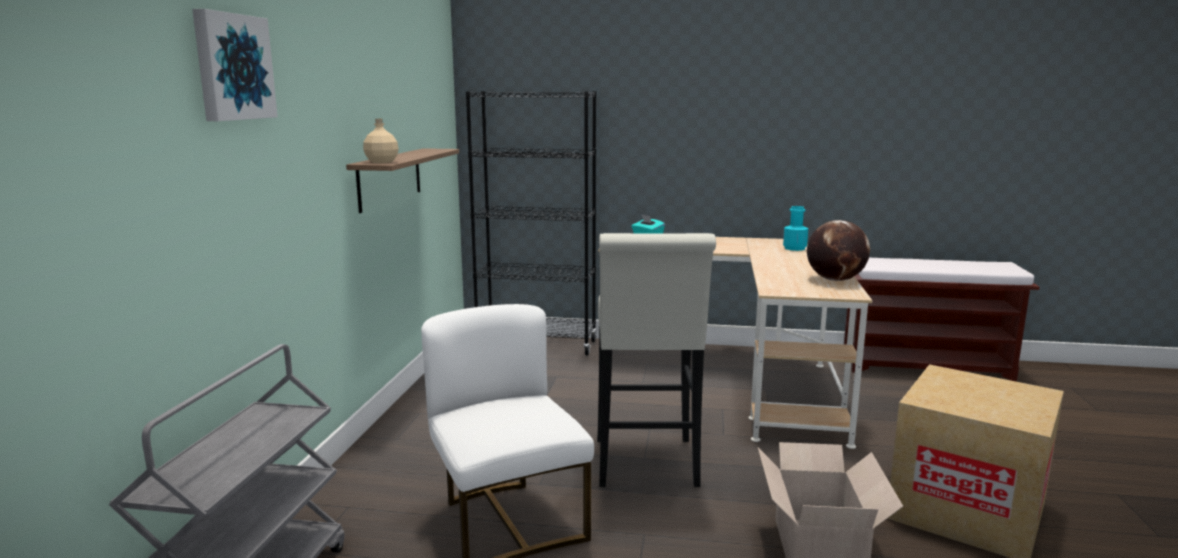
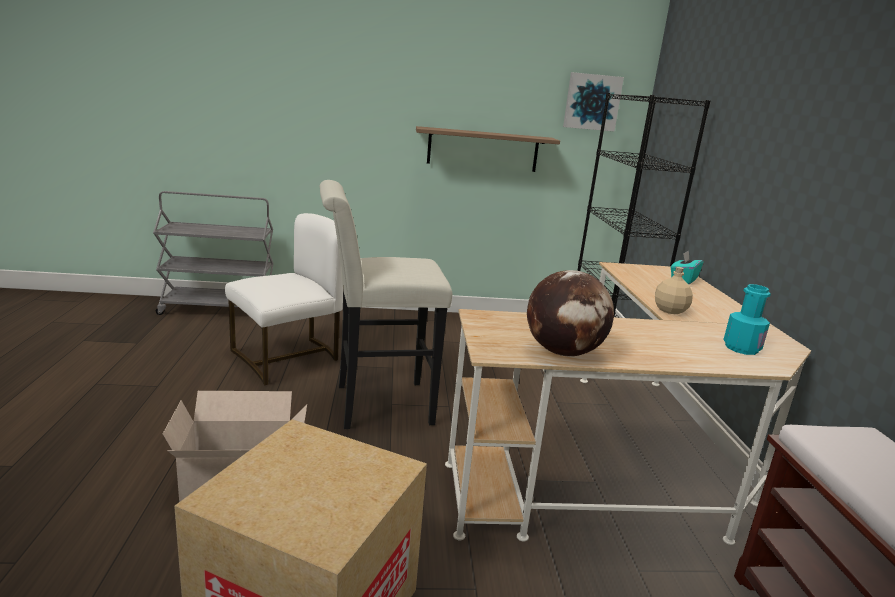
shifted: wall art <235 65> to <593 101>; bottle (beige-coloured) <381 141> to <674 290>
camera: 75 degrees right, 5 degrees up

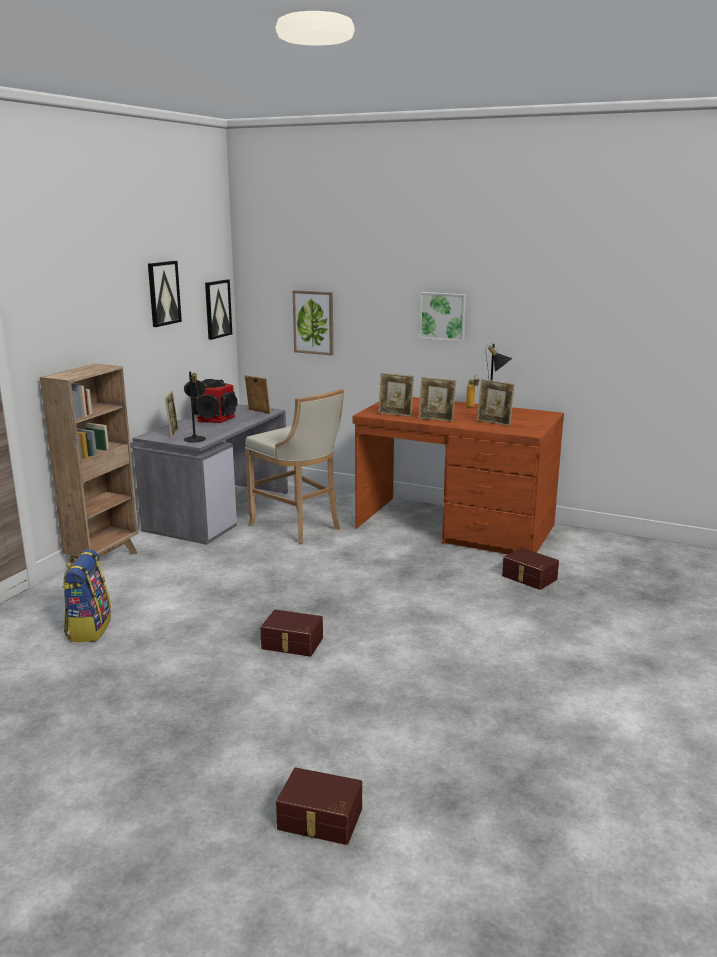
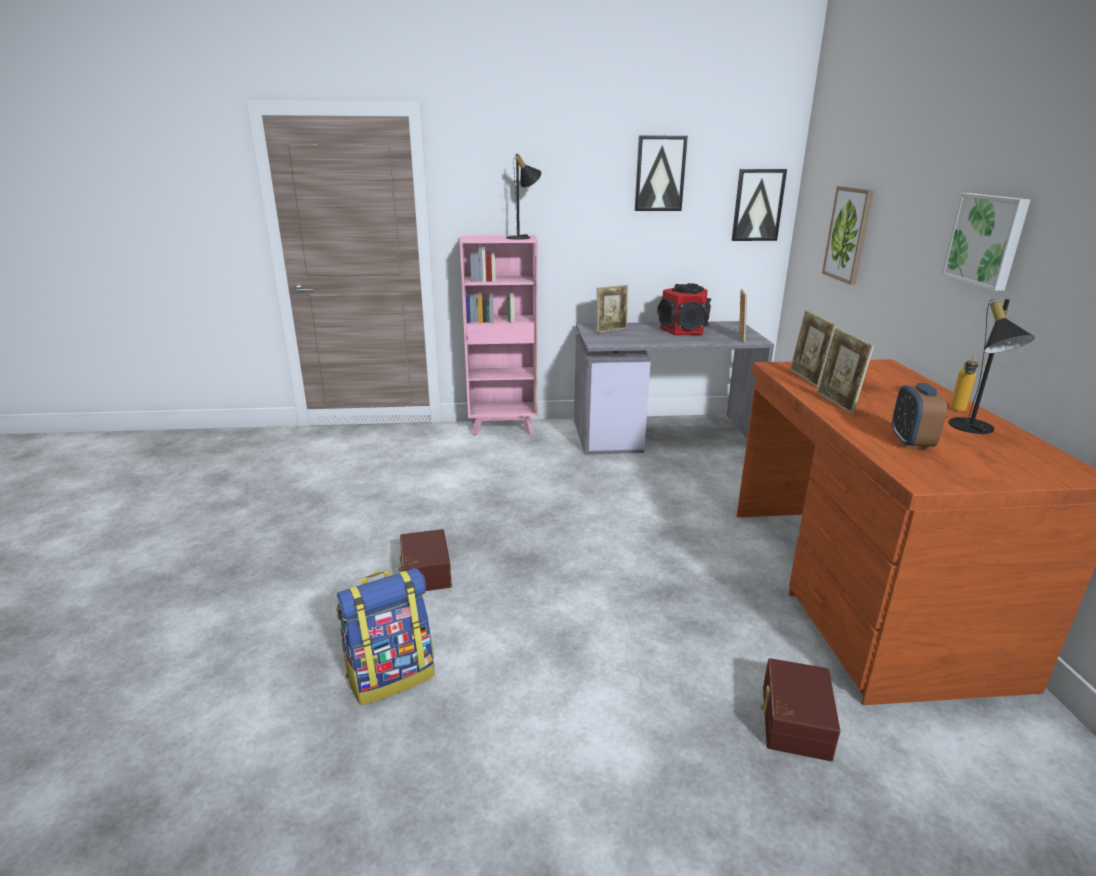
gone: stool (beige-coloured) <294 466>; storage bin (brownish) <319 806>
shifted: backpack <86 595> to <386 636>; lamp for a table (black-coloured) <195 407> to <524 197>
swapped: photo frame <496 402> to alarm clock <919 416>
repainted: bookcase (brownish) <89 466> to bookcase (pink) <499 335>
camera: 60 degrees right, 5 degrees up

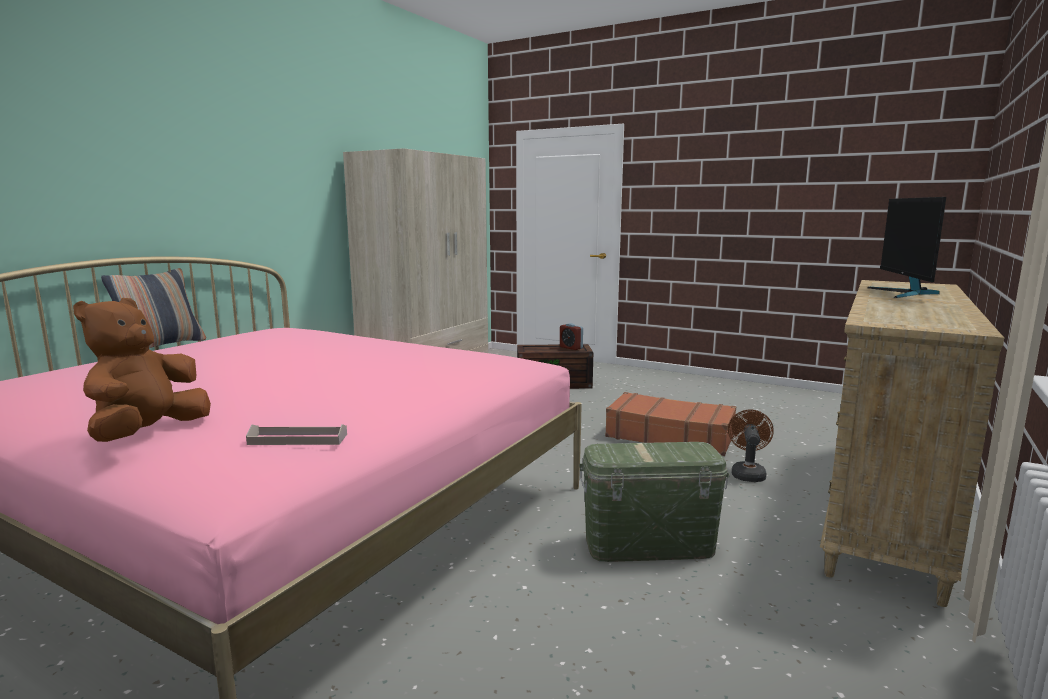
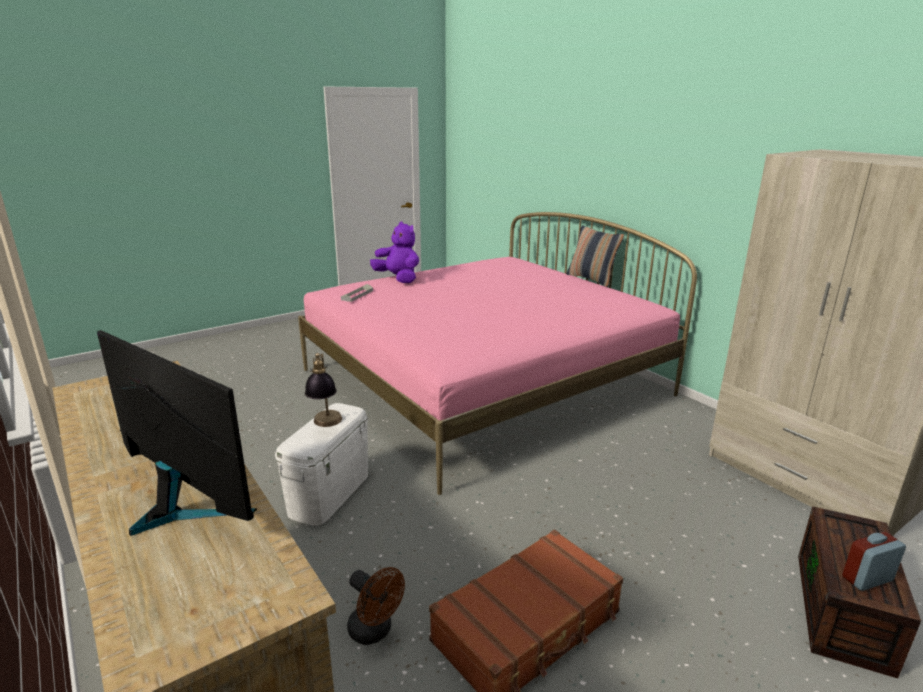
new: lamp for a table <323 390>
repainted: storage bin (green-coloured) <654 502> to storage bin (white) <321 464>; plush toy (brownish) <142 370> to plush toy (purple-coloured) <394 252>
camera: 115 degrees right, 10 degrees up

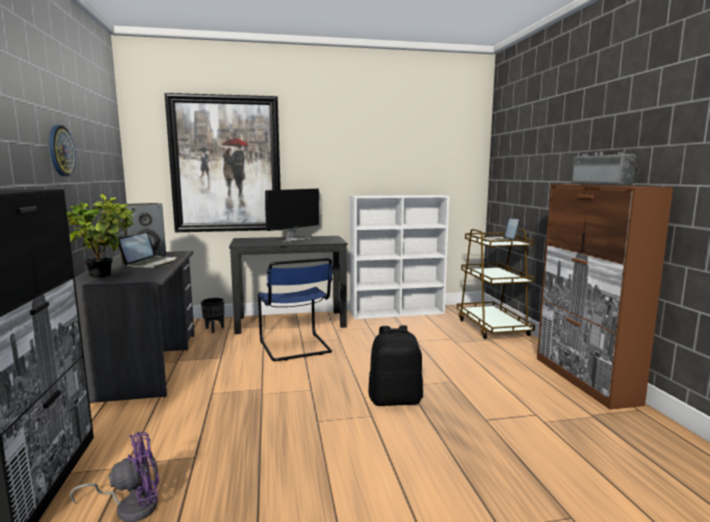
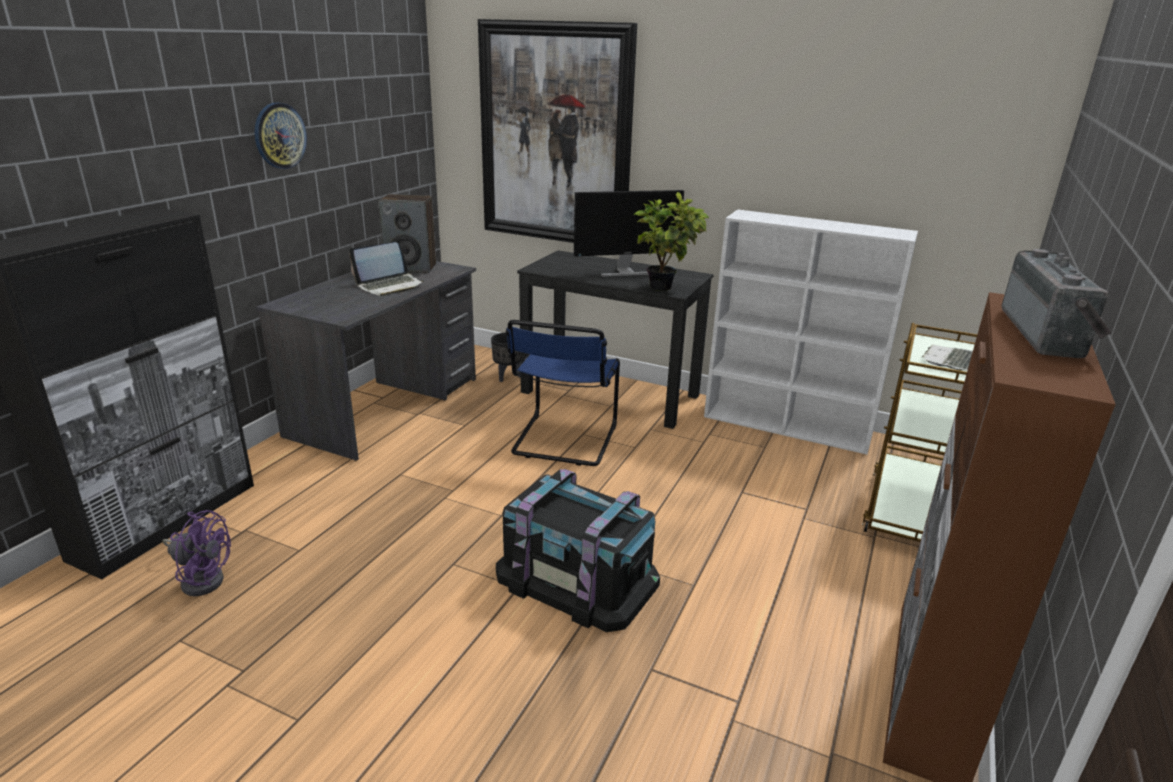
shifted: potted plant <100 236> to <671 241>
swapped: backpack (black-coloured) <395 365> to storage bin (black-coloured) <578 550>
camera: 35 degrees right, 15 degrees up

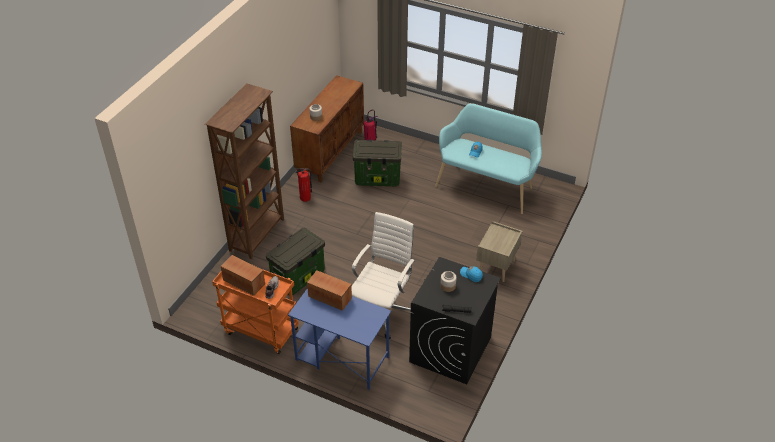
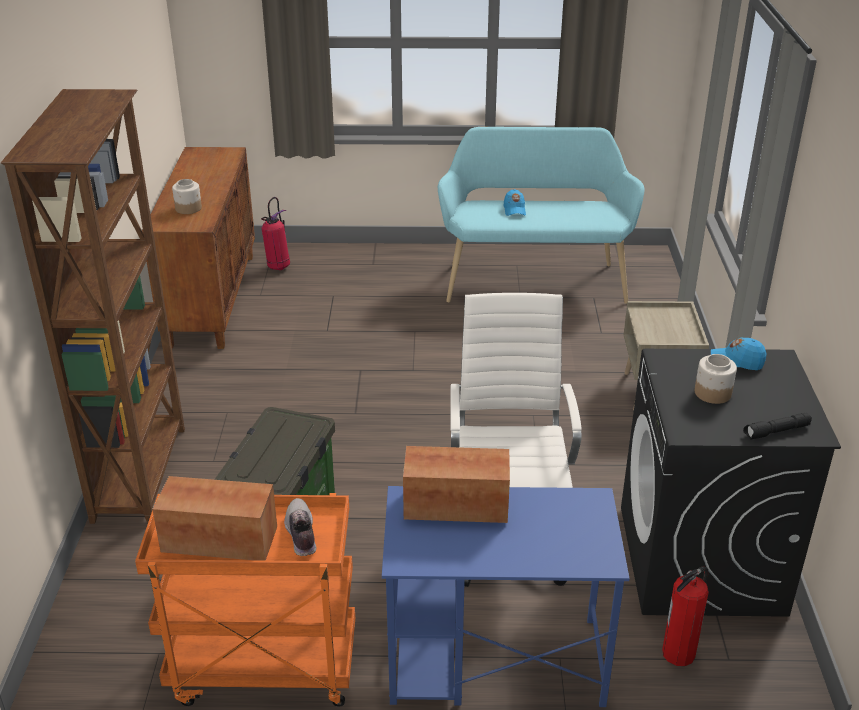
gone: storage bin <377 163>
shifted: extinguisher <304 185> to <685 616>
camera: 25 degrees left, 10 degrees down

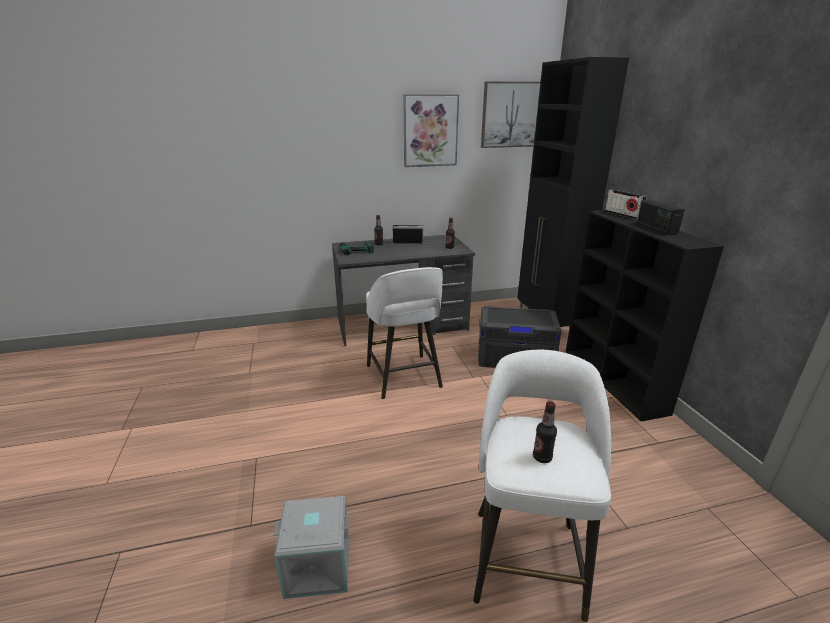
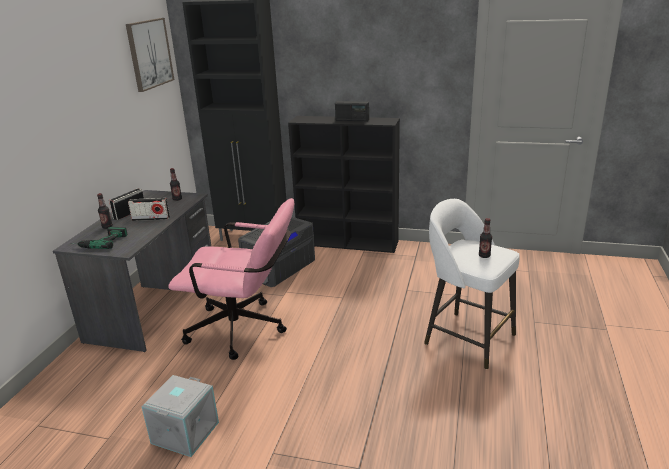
gone: wall art <431 130>
shifted: radio <626 205> to <149 209>; storage bin (greyish) <311 547> to <180 416>
swapped: stool (white) <404 333> to desk chair (pink) <231 279>
camera: 60 degrees left, 0 degrees up

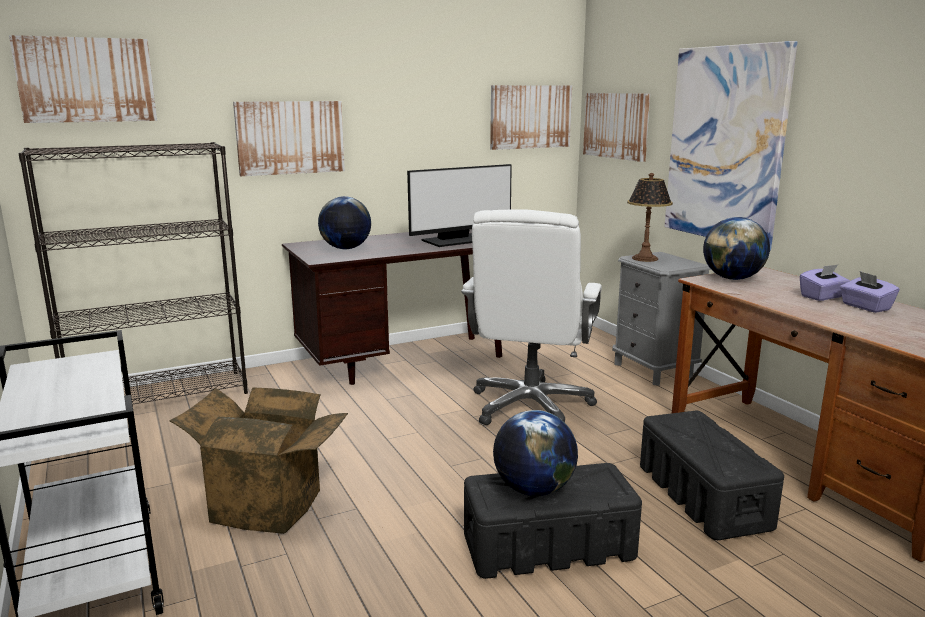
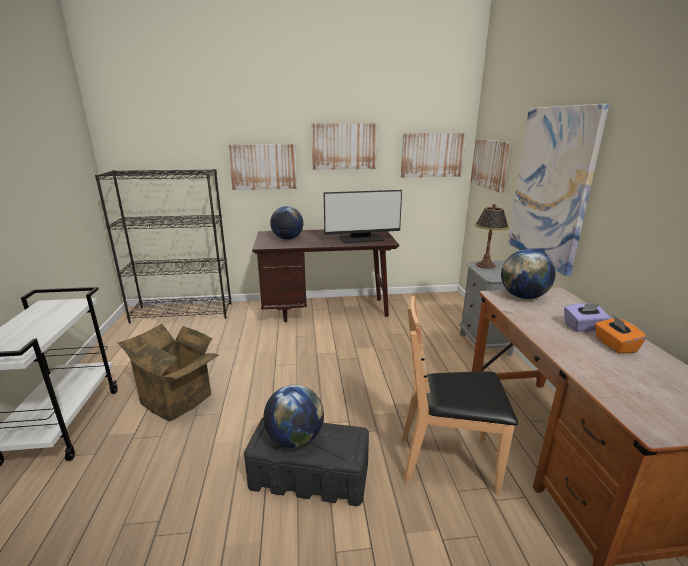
gone: desk chair (white) <531 317>
shifted: wall art <83 79> to <344 147>
swapped: storage bin (black-coloured) <712 475> to upright chair (brownish) <460 395>
repainted: box of tissues (purple-coloured) <870 292> to box of tissues (orangey) <621 334>
camera: 20 degrees right, 5 degrees up

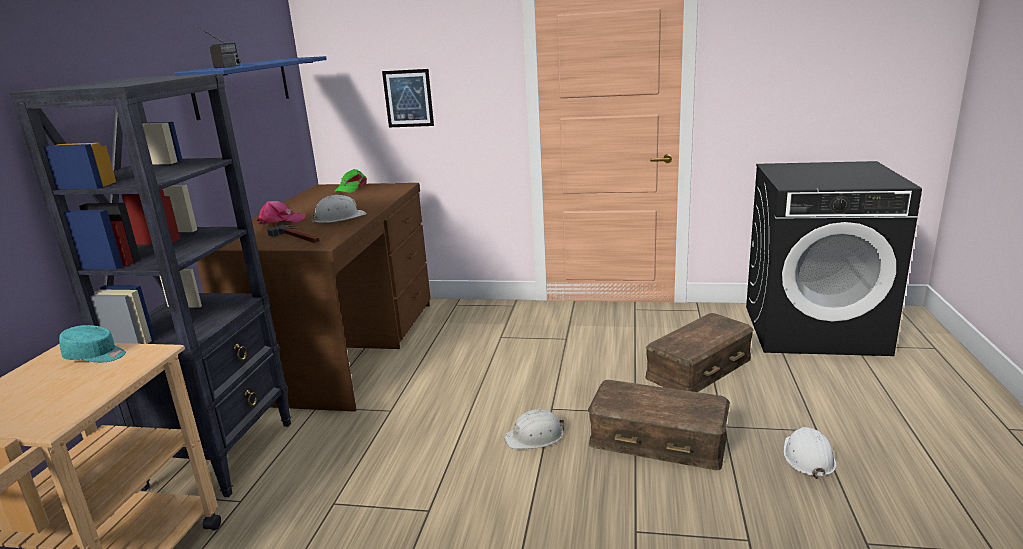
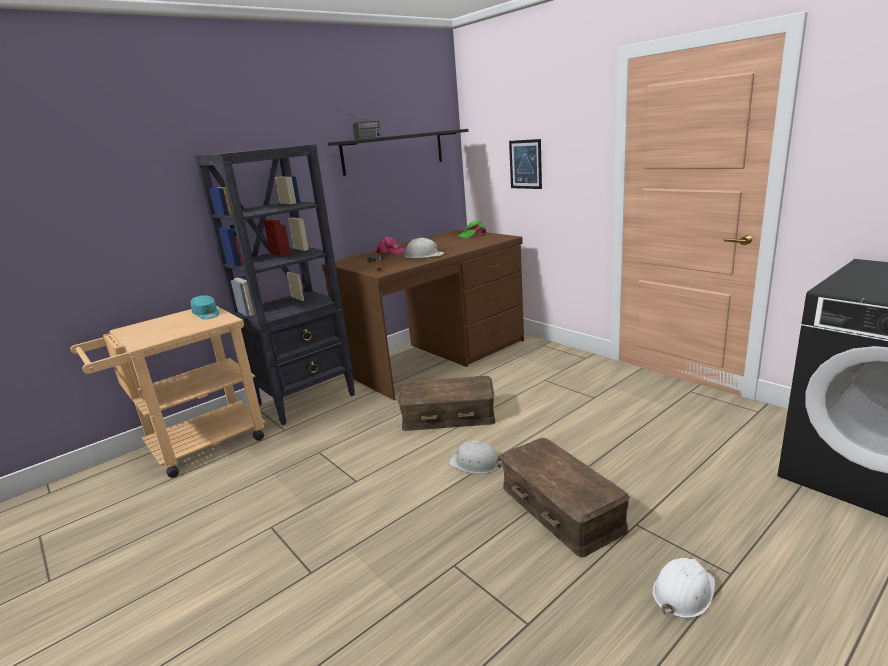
shifted: storage bin (brownish) <700 352> to <447 403>
repainted: bracket shelf (blue-coloured) <251 88> to bracket shelf (black-coloured) <398 152>
camera: 40 degrees right, 0 degrees up

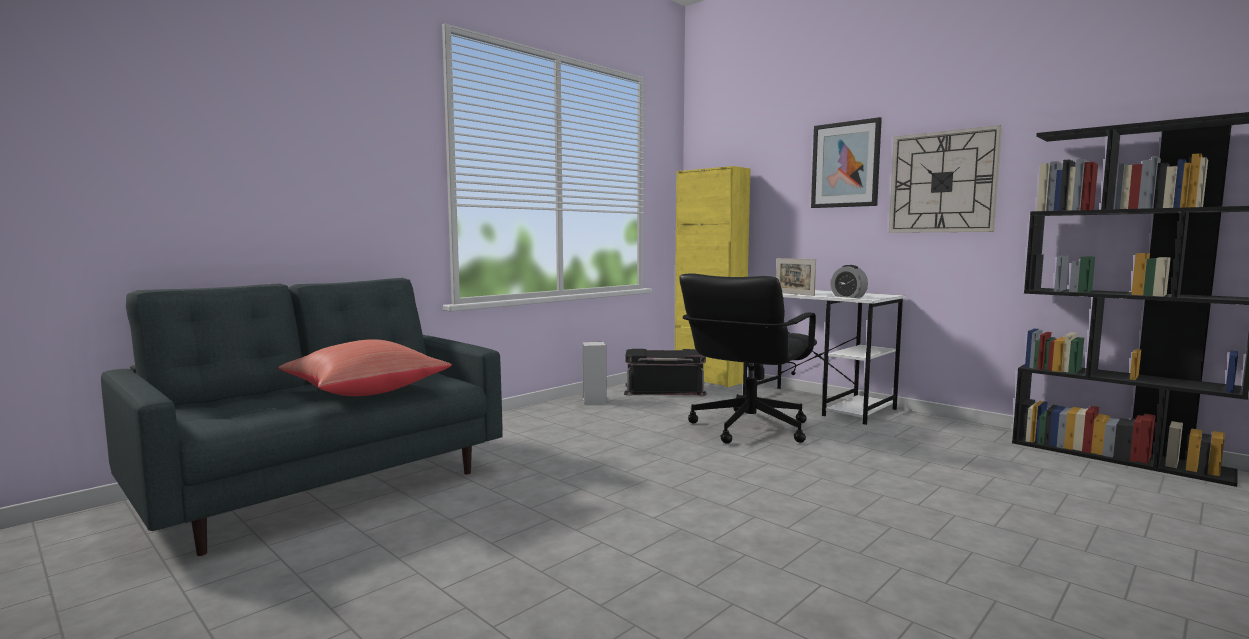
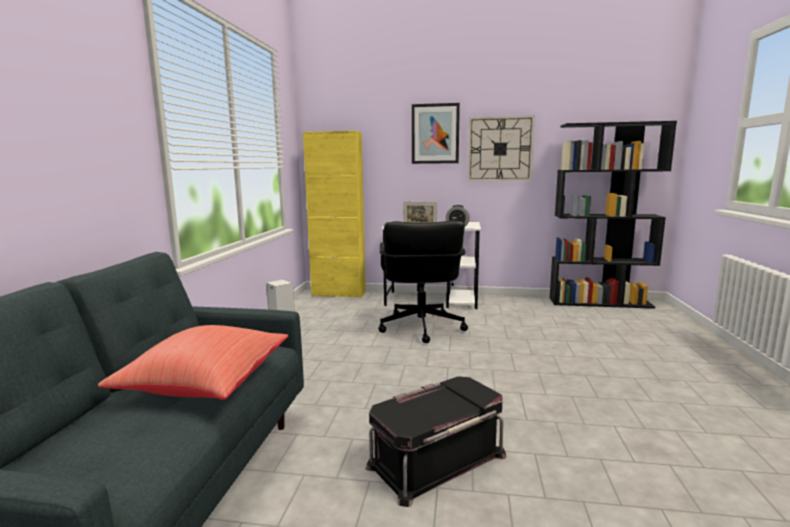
shifted: storage bin (black-coloured) <665 372> to <435 441>
camera: 35 degrees left, 5 degrees up

